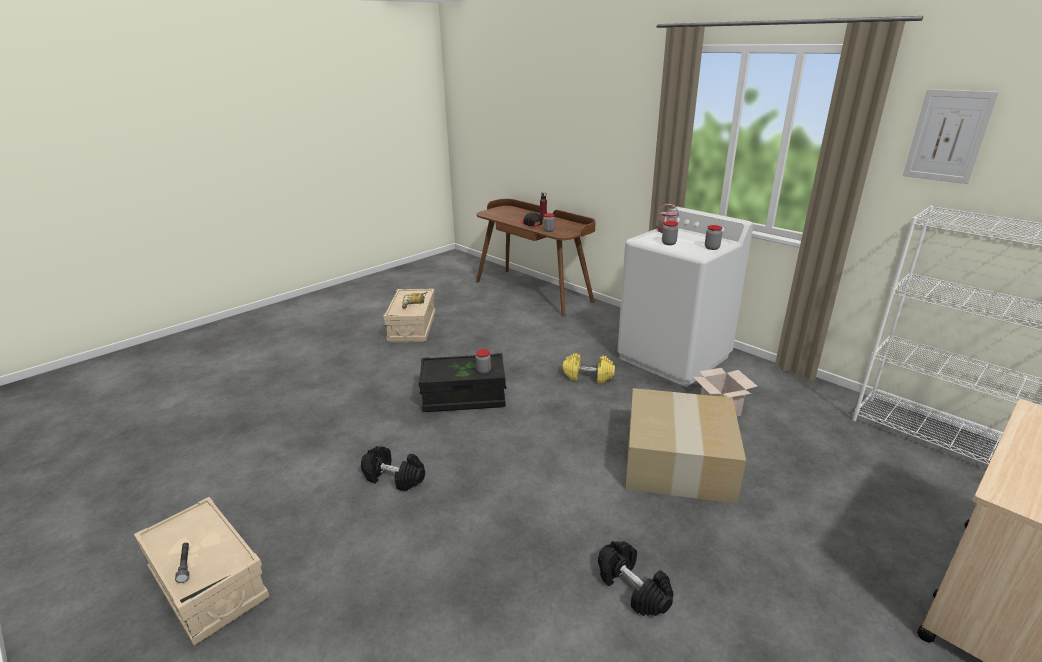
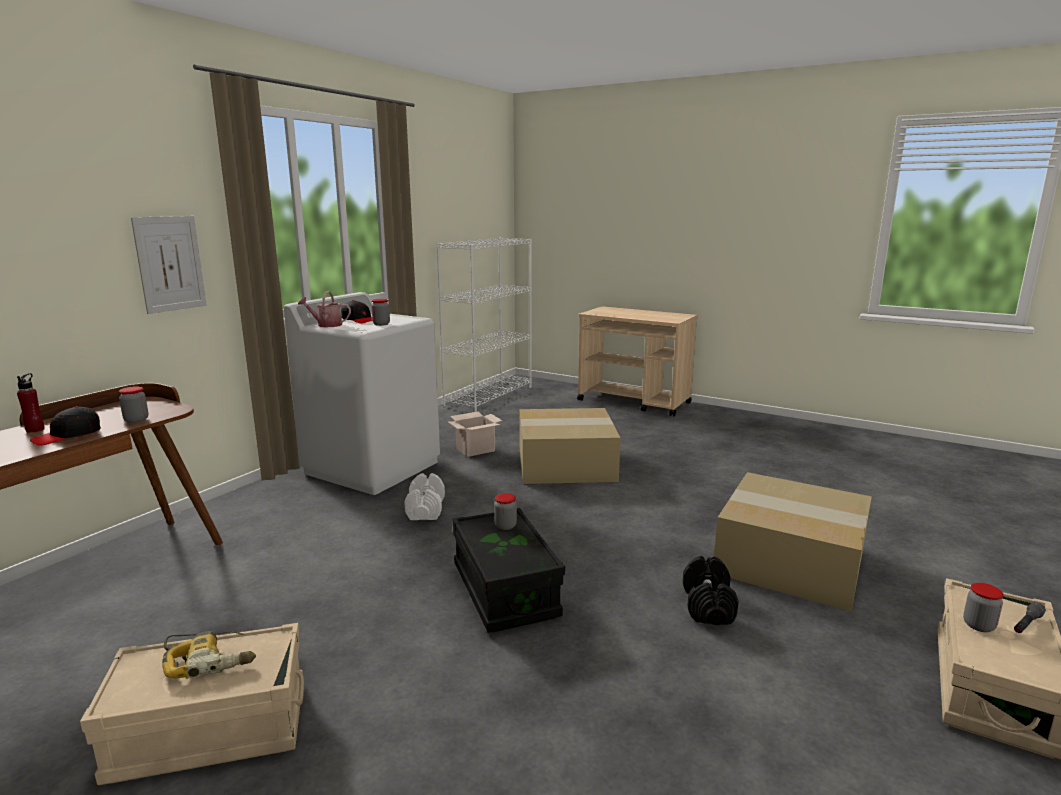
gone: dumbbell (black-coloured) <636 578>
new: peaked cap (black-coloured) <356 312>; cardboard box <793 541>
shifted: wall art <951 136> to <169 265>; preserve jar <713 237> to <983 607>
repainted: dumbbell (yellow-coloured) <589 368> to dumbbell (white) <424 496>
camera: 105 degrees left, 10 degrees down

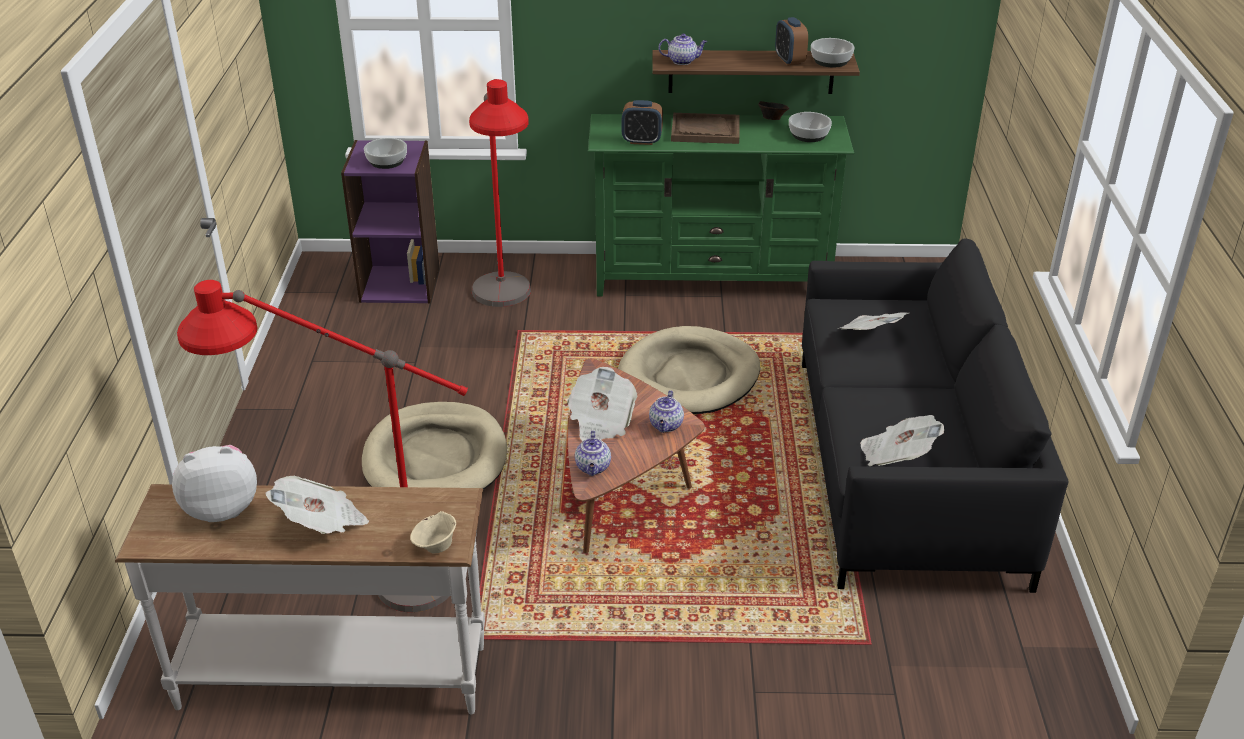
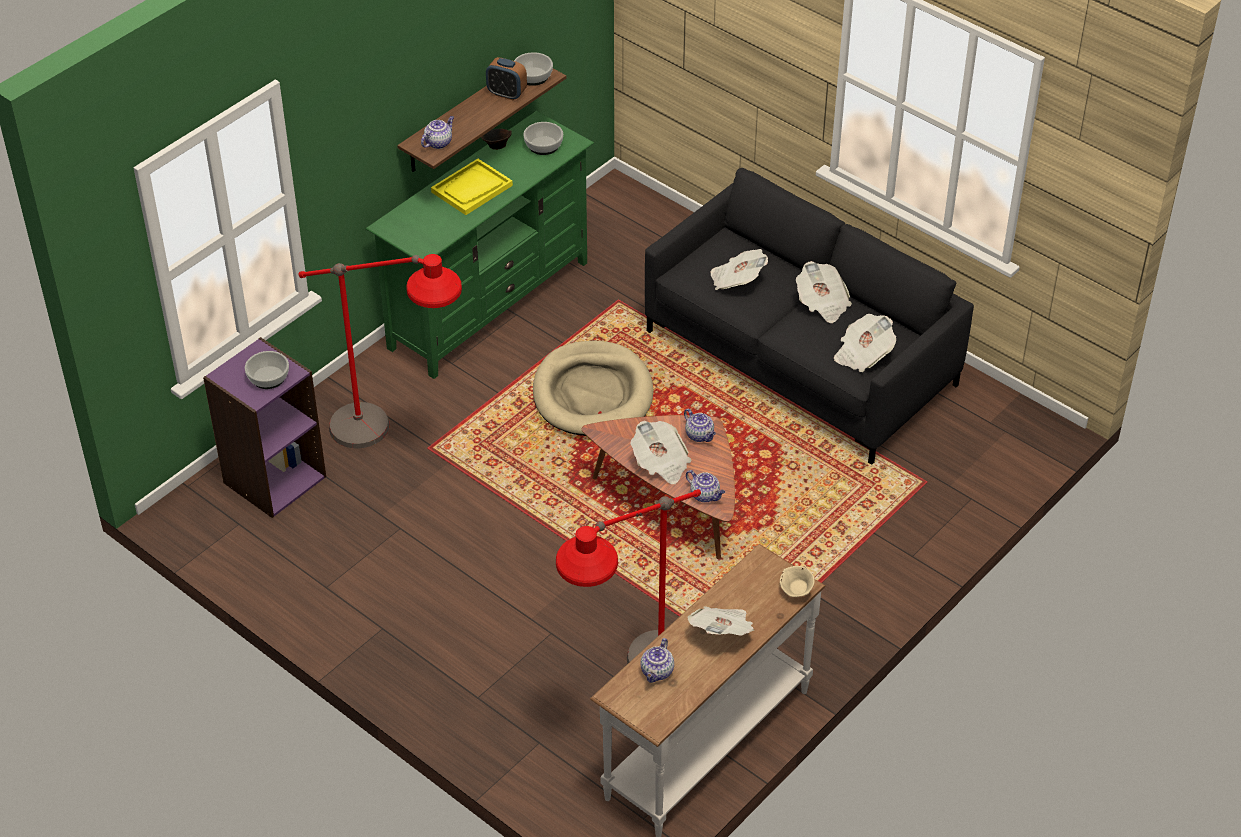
gone: dog cushion (beige-coloured) <434 446>; alarm clock <642 122>
new: daily paper <824 292>
swapped: plush toy <214 483> to pot for tea <657 660>
repainted: carrying tray (brownish) <705 128> to carrying tray (yellow-coloured) <472 187>
camera: 50 degrees left, 10 degrees up

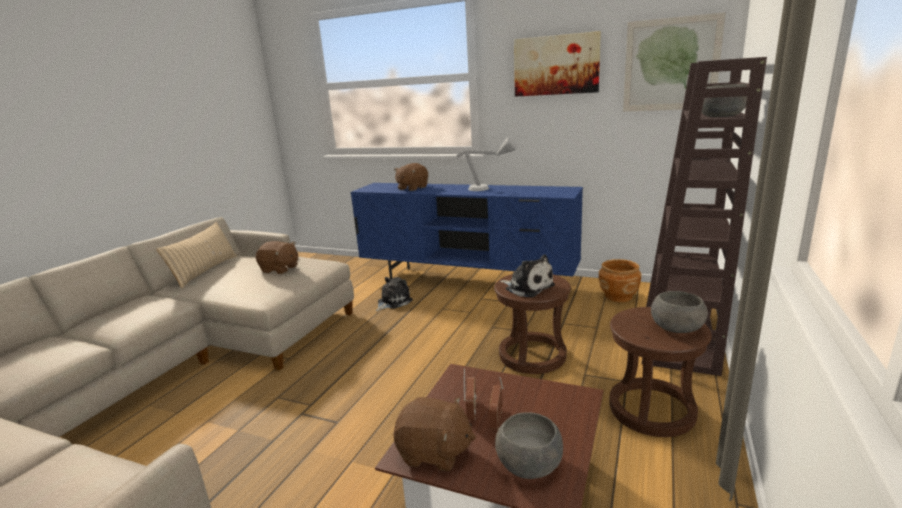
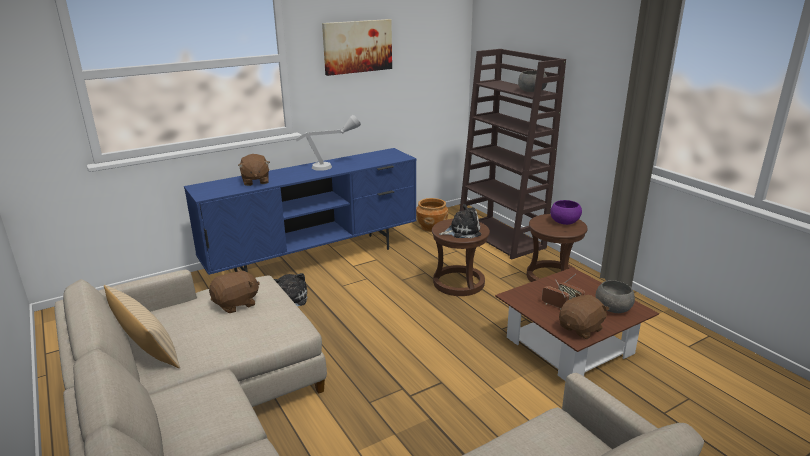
gone: wall art <674 62>
repainted: bowl (greyish) <679 312> to bowl (purple-coloured) <566 212>
camera: 55 degrees left, 5 degrees up

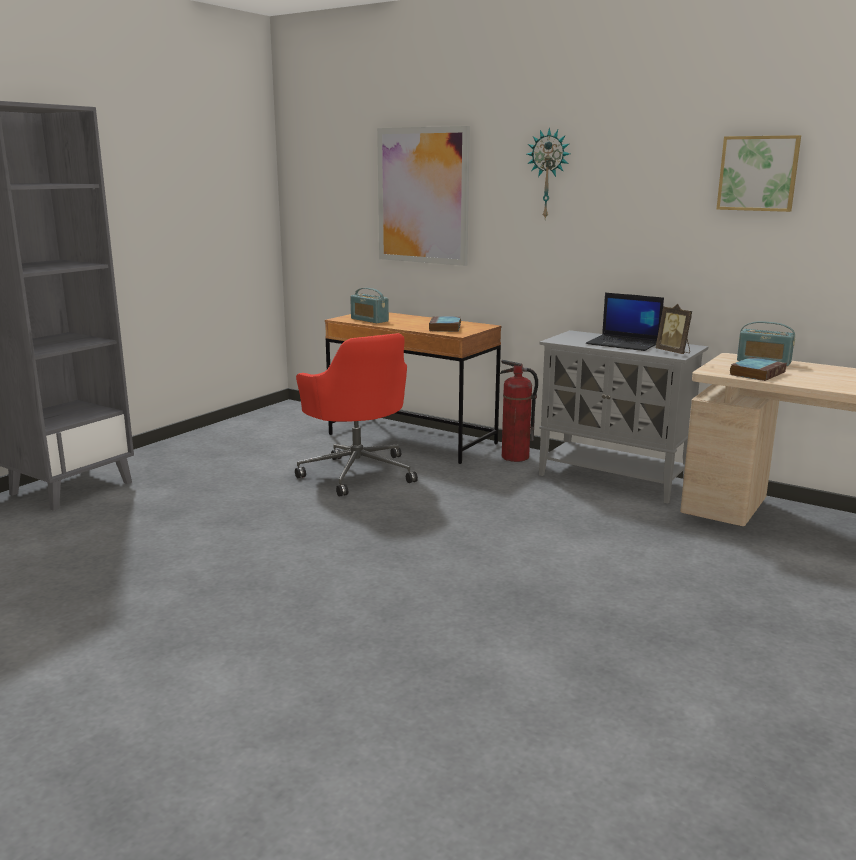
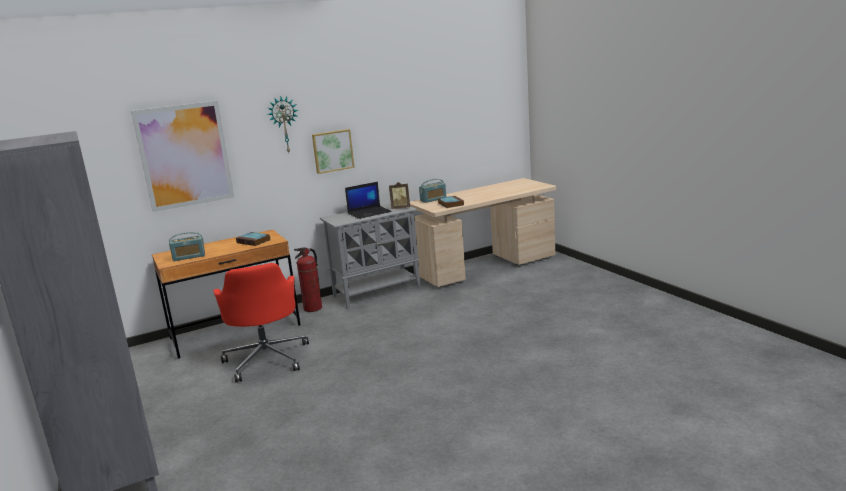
shifted: wall art <759 173> to <333 151>
rotated: desk chair (red-coloured) <356 415> = <261 322> 75 degrees clockwise
camera: 60 degrees left, 0 degrees up

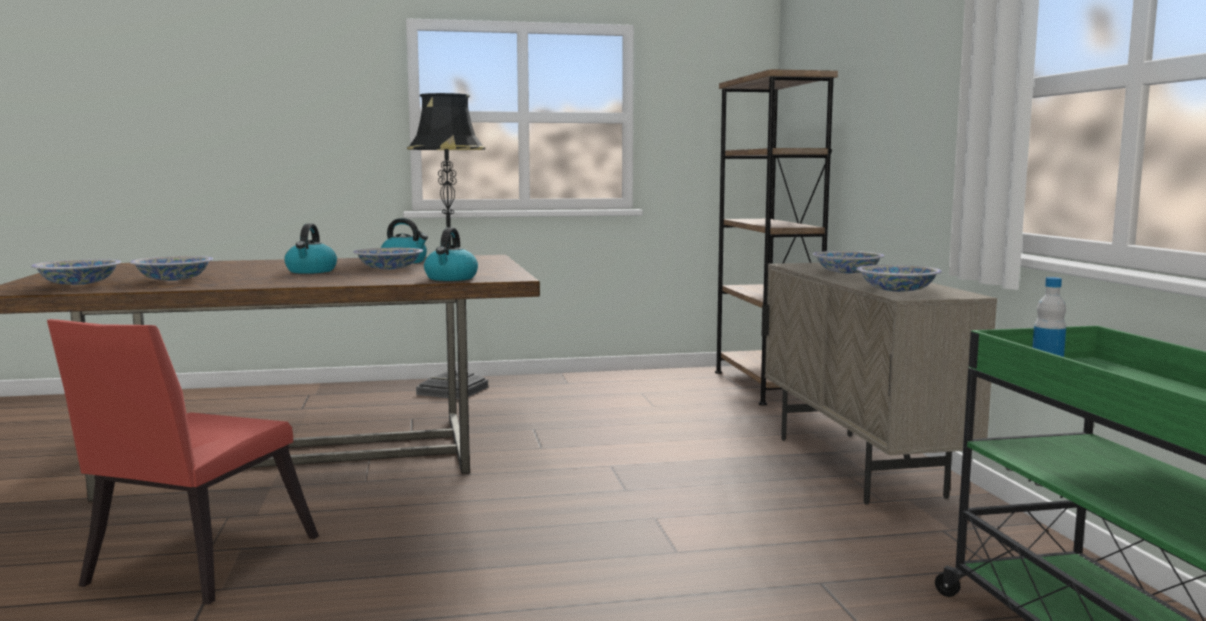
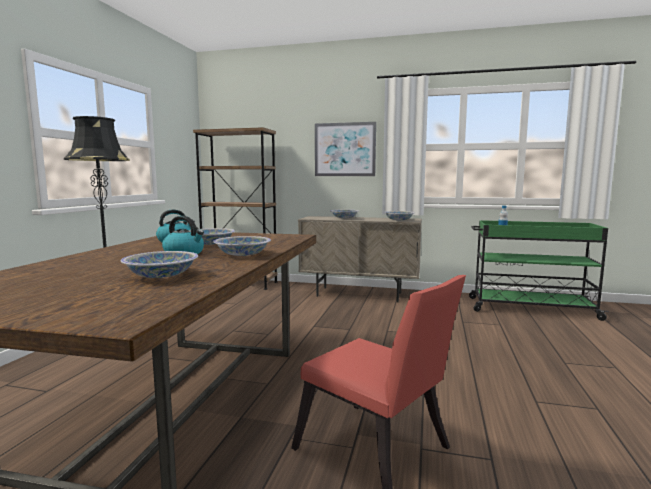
gone: water kettle <451 254>
new: wall art <345 149>
shifted: bowl <76 272> to <242 246>
camera: 65 degrees left, 0 degrees up

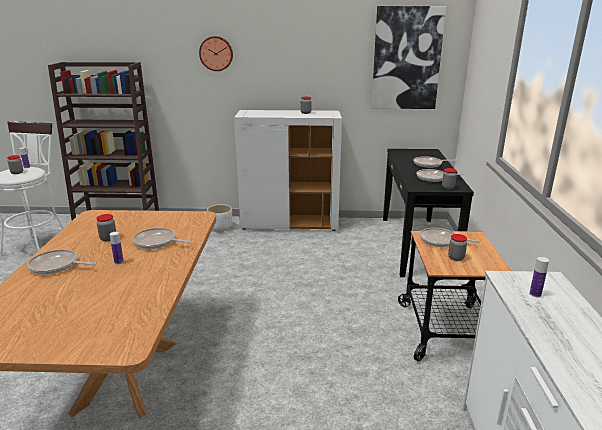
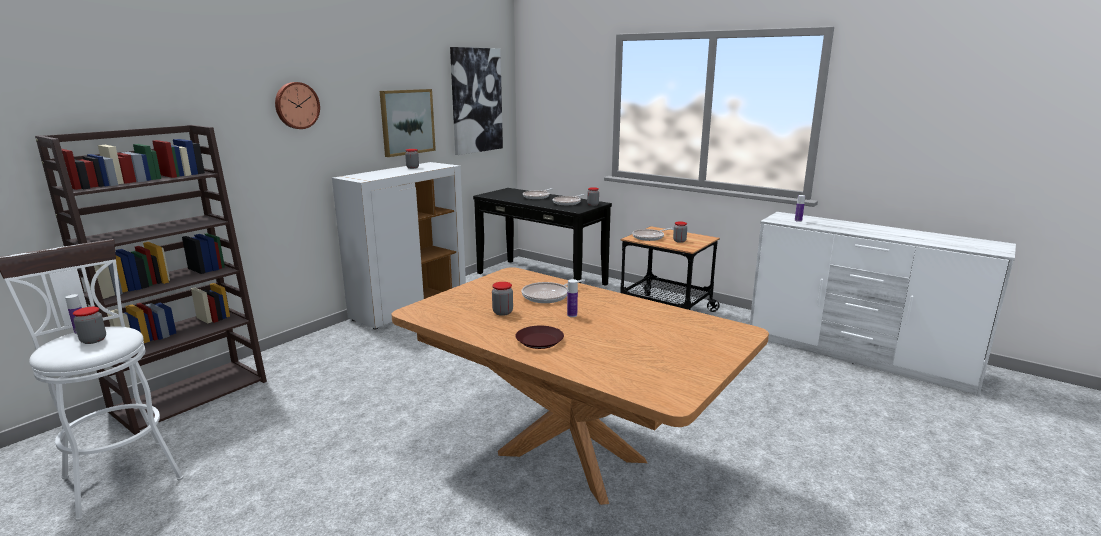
gone: flower pot (white) <219 218>
new: wall art <408 123>
swapped: frying pan <61 262> to flat dish (brownish) <539 337>
camera: 55 degrees left, 5 degrees down

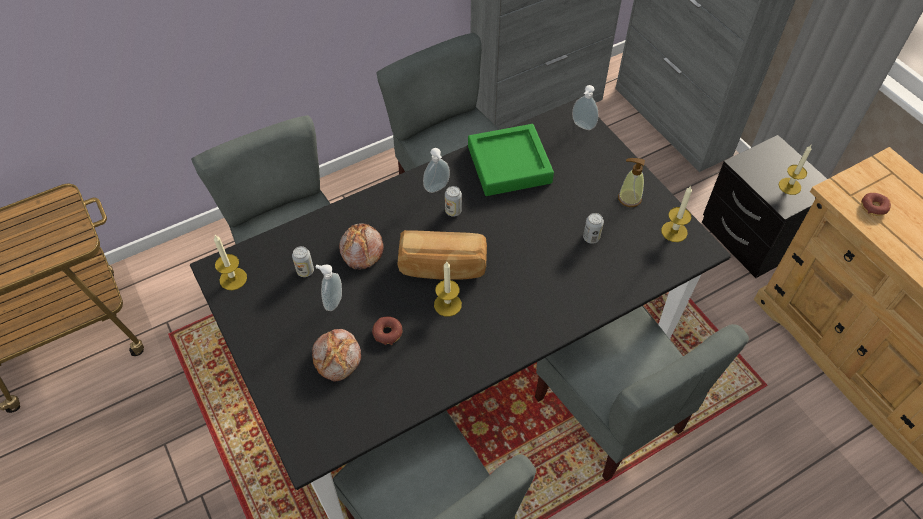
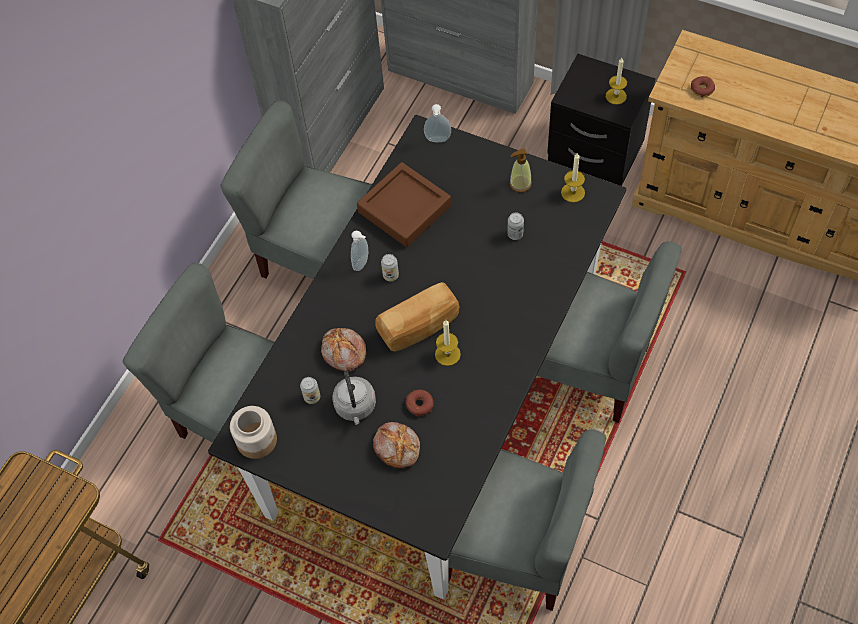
swapped: wax candle <230 262> to preserve jar <253 432>; soap dispenser <329 288> to water kettle (greyish) <354 398>
repainted: carrying tray (green-coloured) <511 160> to carrying tray (brownish) <404 204>
camera: 30 degrees left, 5 degrees up

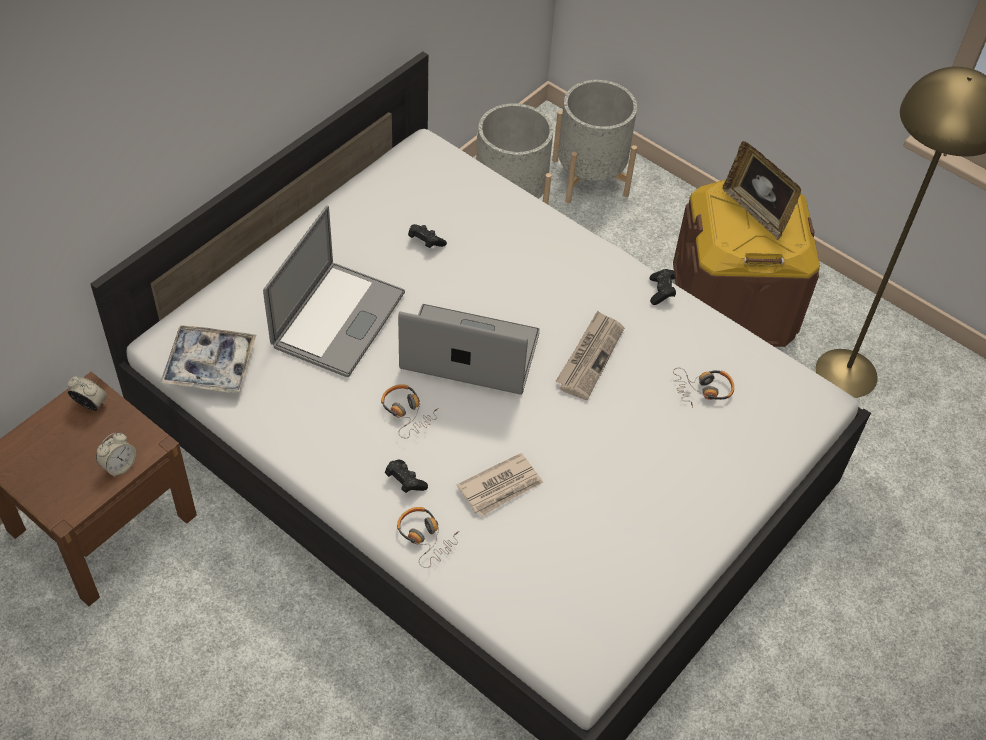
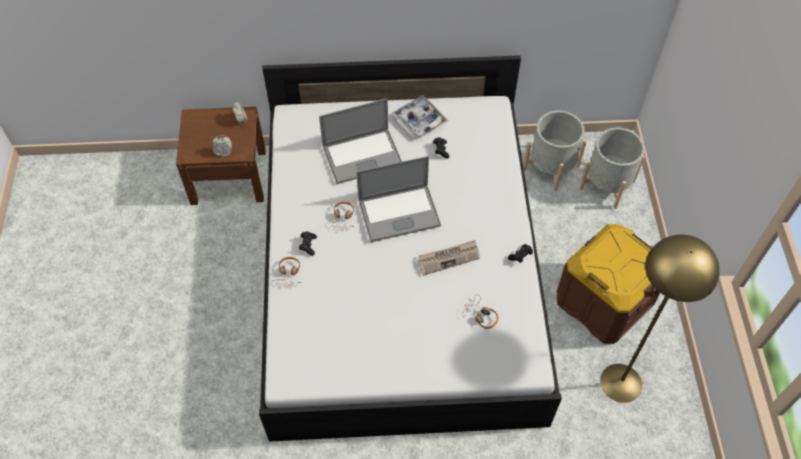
gone: daily paper <500 485>; photo frame <762 190>
shifted: carrying tray <208 359> to <420 117>
rotated: portable computer <469 349> = <398 199> 105 degrees clockwise
camera: 50 degrees right, 5 degrees up

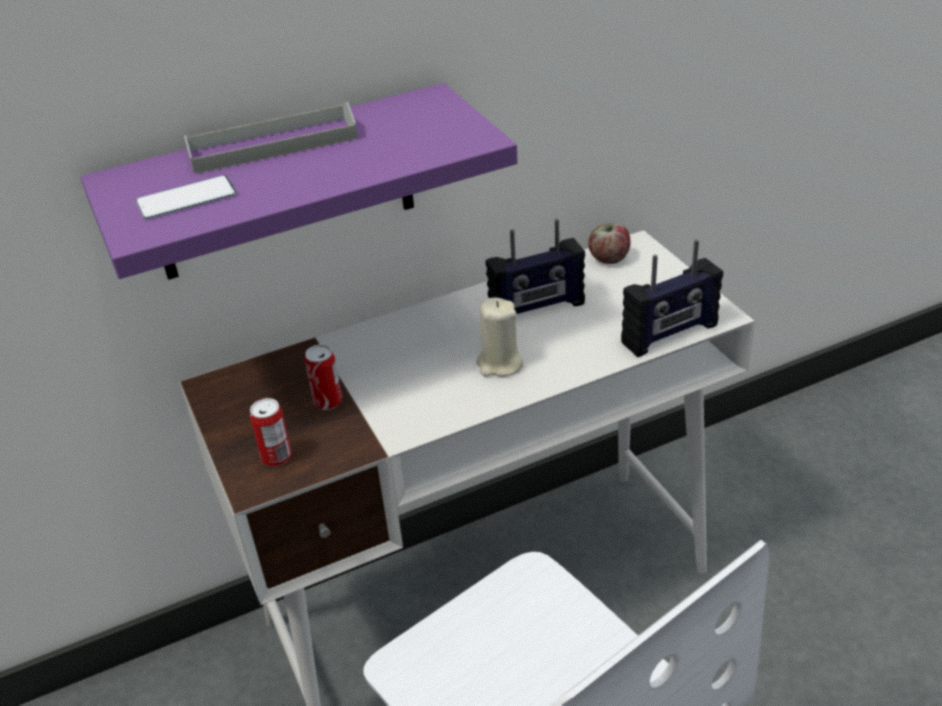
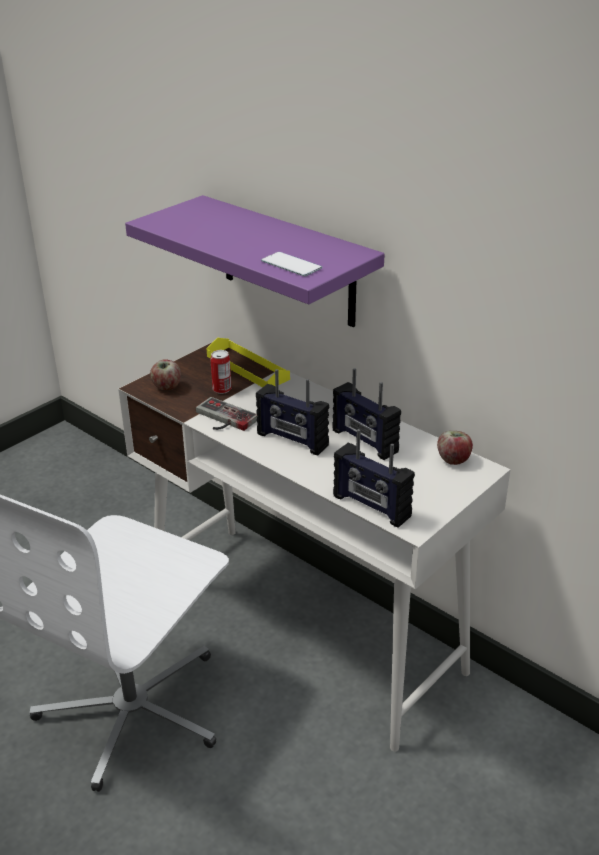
gone: carrying tray (greyish) <271 138>
new: game controller <226 414>; carrying tray (yellow-coloured) <248 362>
shifted: phone <186 197> to <291 264>
swapped: metal can <271 432> to apple fruit <165 374>; wax candle (beige-coloured) <500 337> to radio <292 412>
camera: 65 degrees right, 5 degrees down

